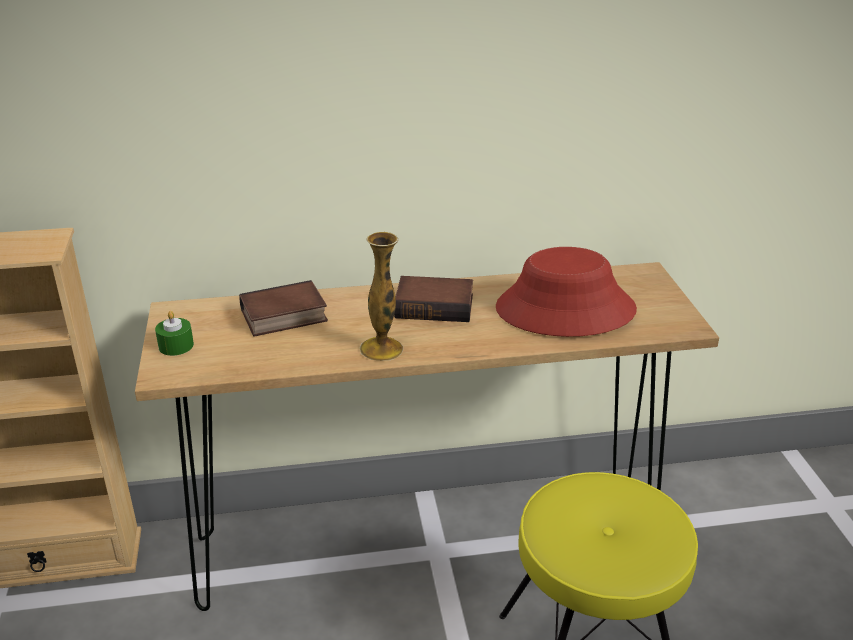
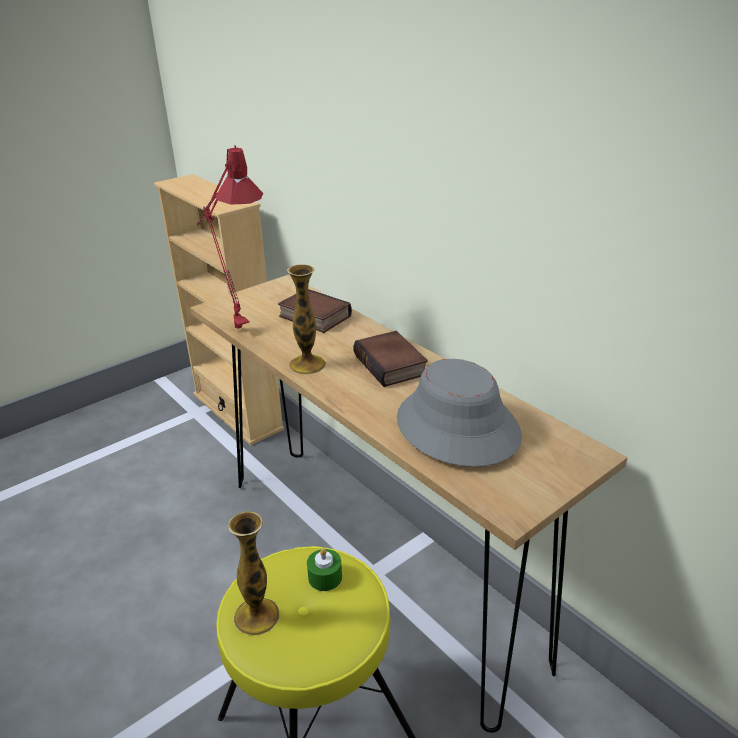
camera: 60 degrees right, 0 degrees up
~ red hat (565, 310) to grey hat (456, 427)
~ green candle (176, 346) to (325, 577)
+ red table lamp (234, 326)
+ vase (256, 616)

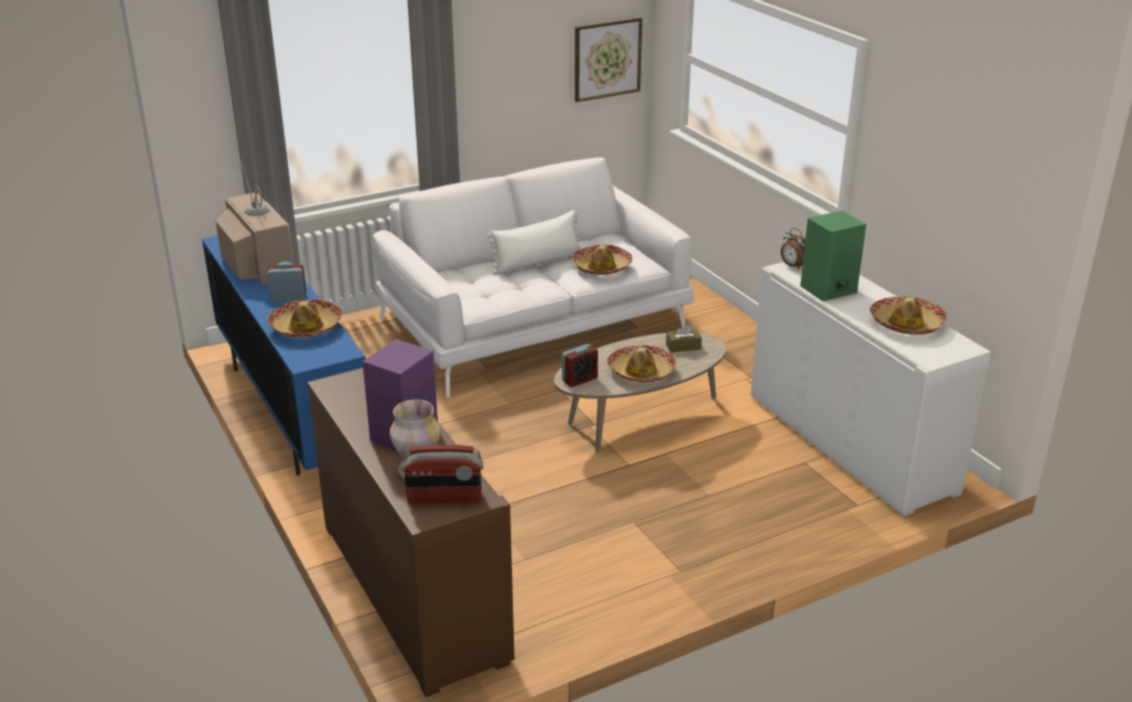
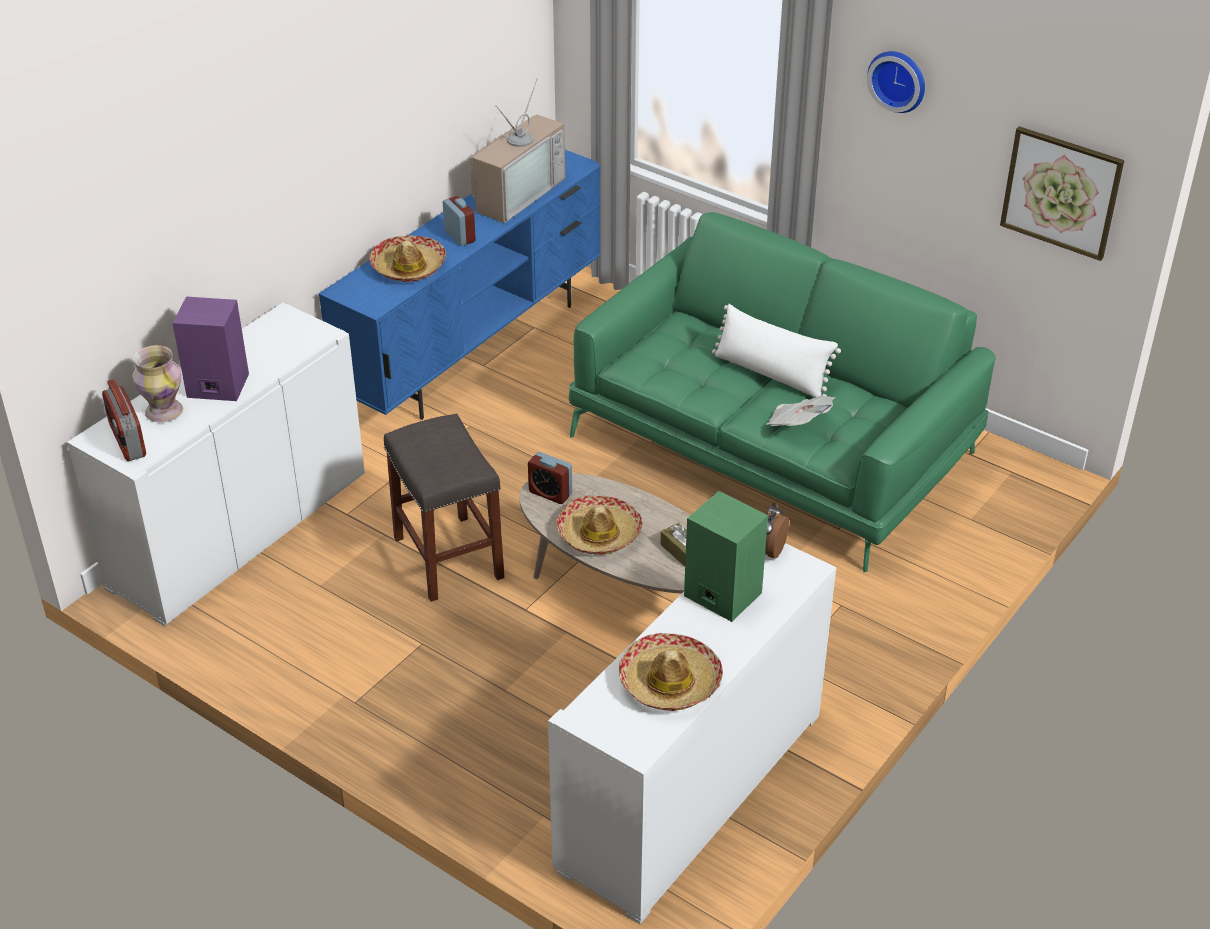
camera: 65 degrees right, 10 degrees up
~ white sofa (535, 325) to green sofa (774, 446)
~ hat (602, 267) to newspaper (798, 425)
~ brown cabinet (413, 591) to white cabinet (239, 530)
+ wall clock (899, 79)
+ grey stool (450, 558)

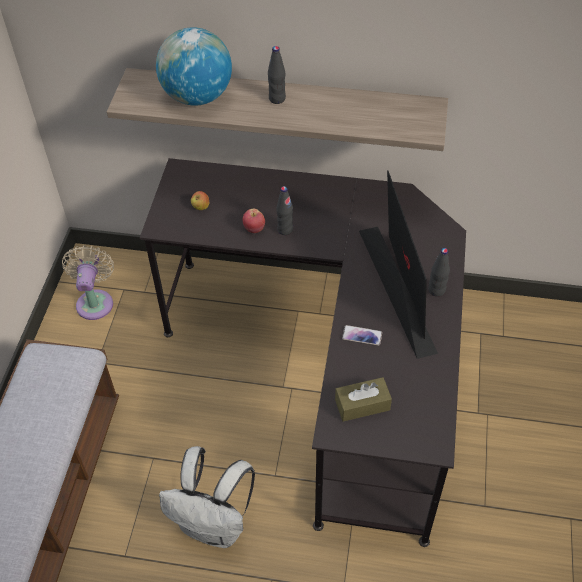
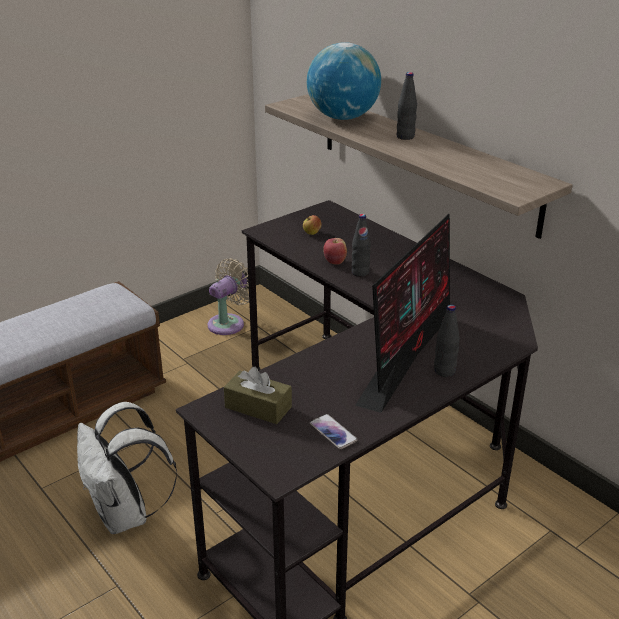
camera: 40 degrees right, 20 degrees down
~ phone (362, 336) to (333, 432)

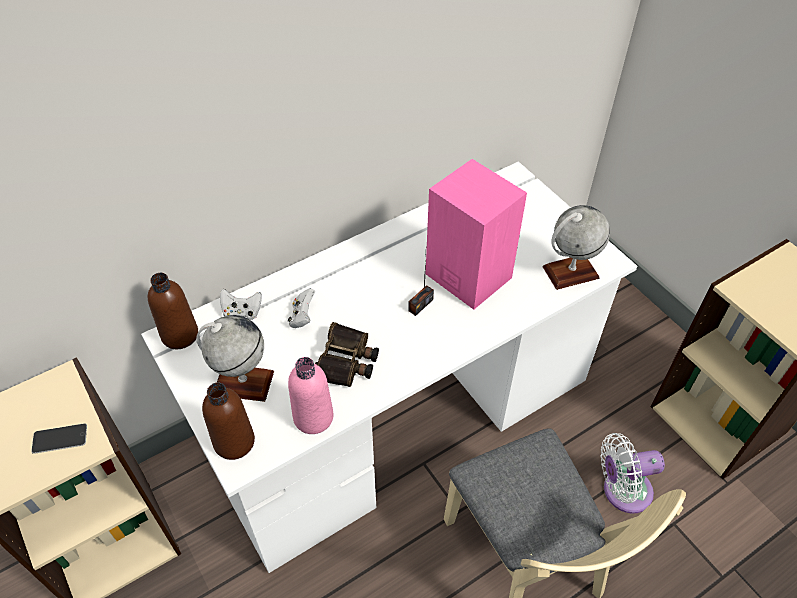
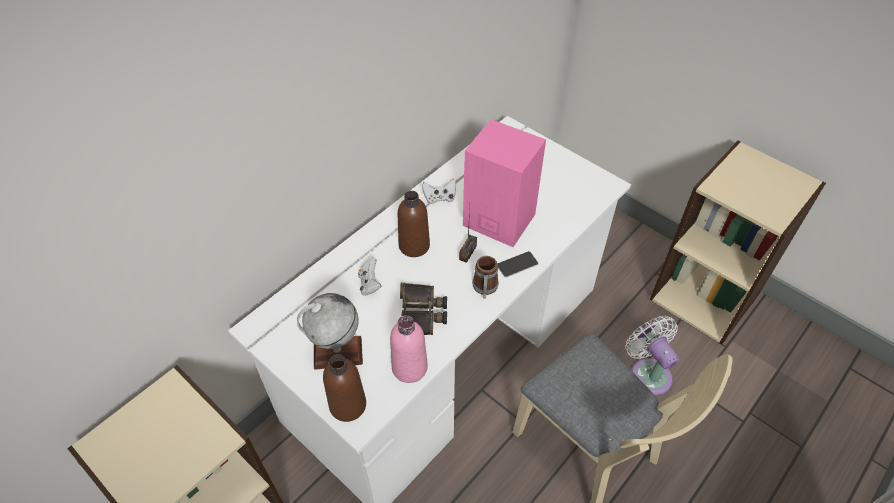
camera: 15 degrees left, 0 degrees up
- globe (570, 272)
~ brown bottle (180, 335) to (414, 246)
~ white game controller (242, 312) to (439, 198)
~ phone (59, 438) to (517, 264)
~ white fan (622, 491) = (648, 373) 90 degrees clockwise
+ mug (485, 289)

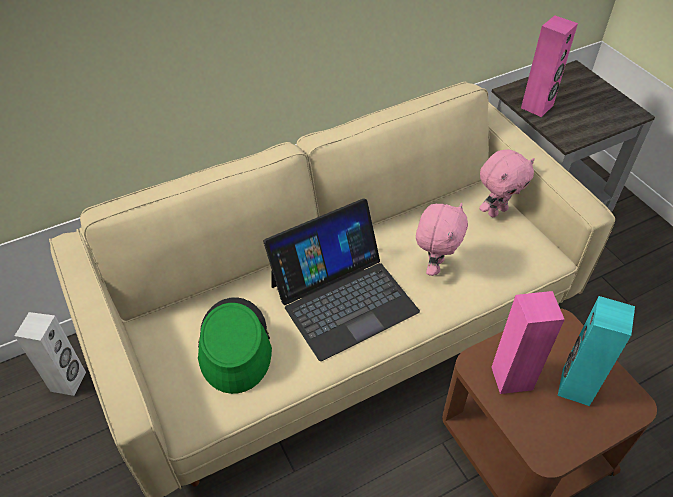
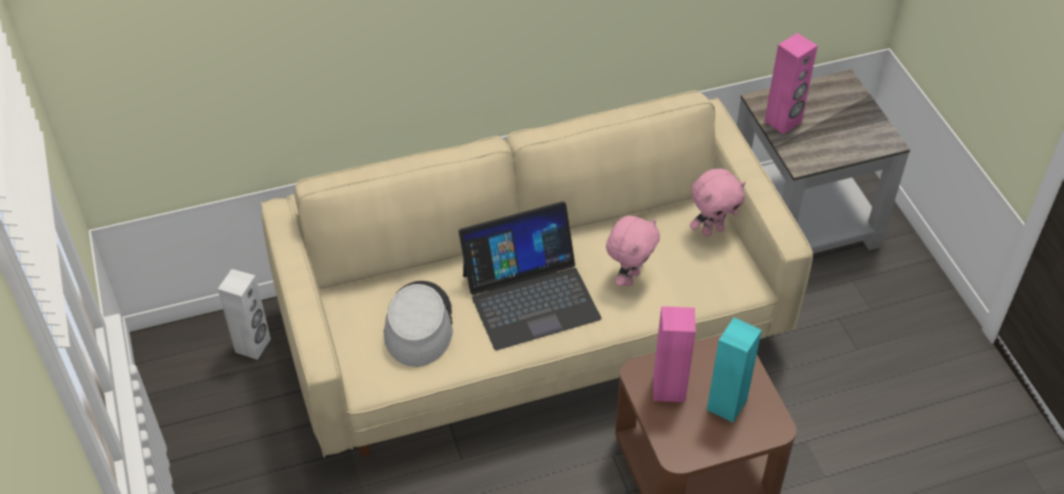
camera: 10 degrees right, 0 degrees up
~ green hat (234, 345) to grey hat (418, 325)

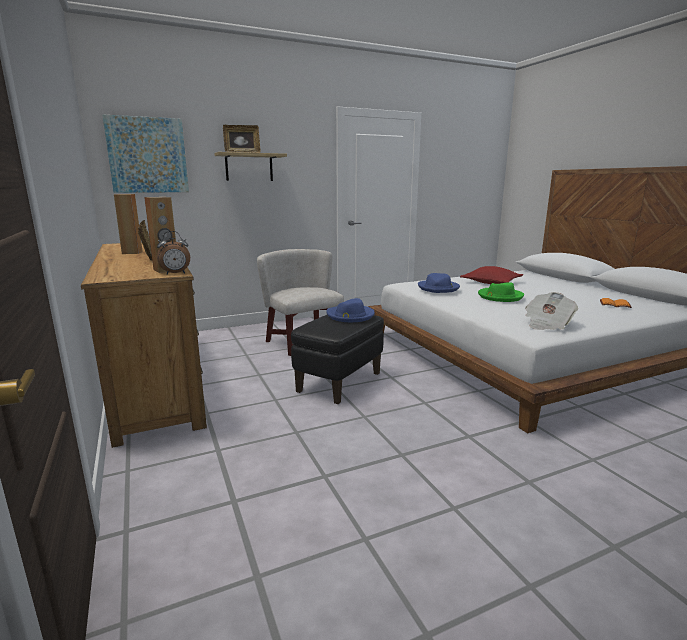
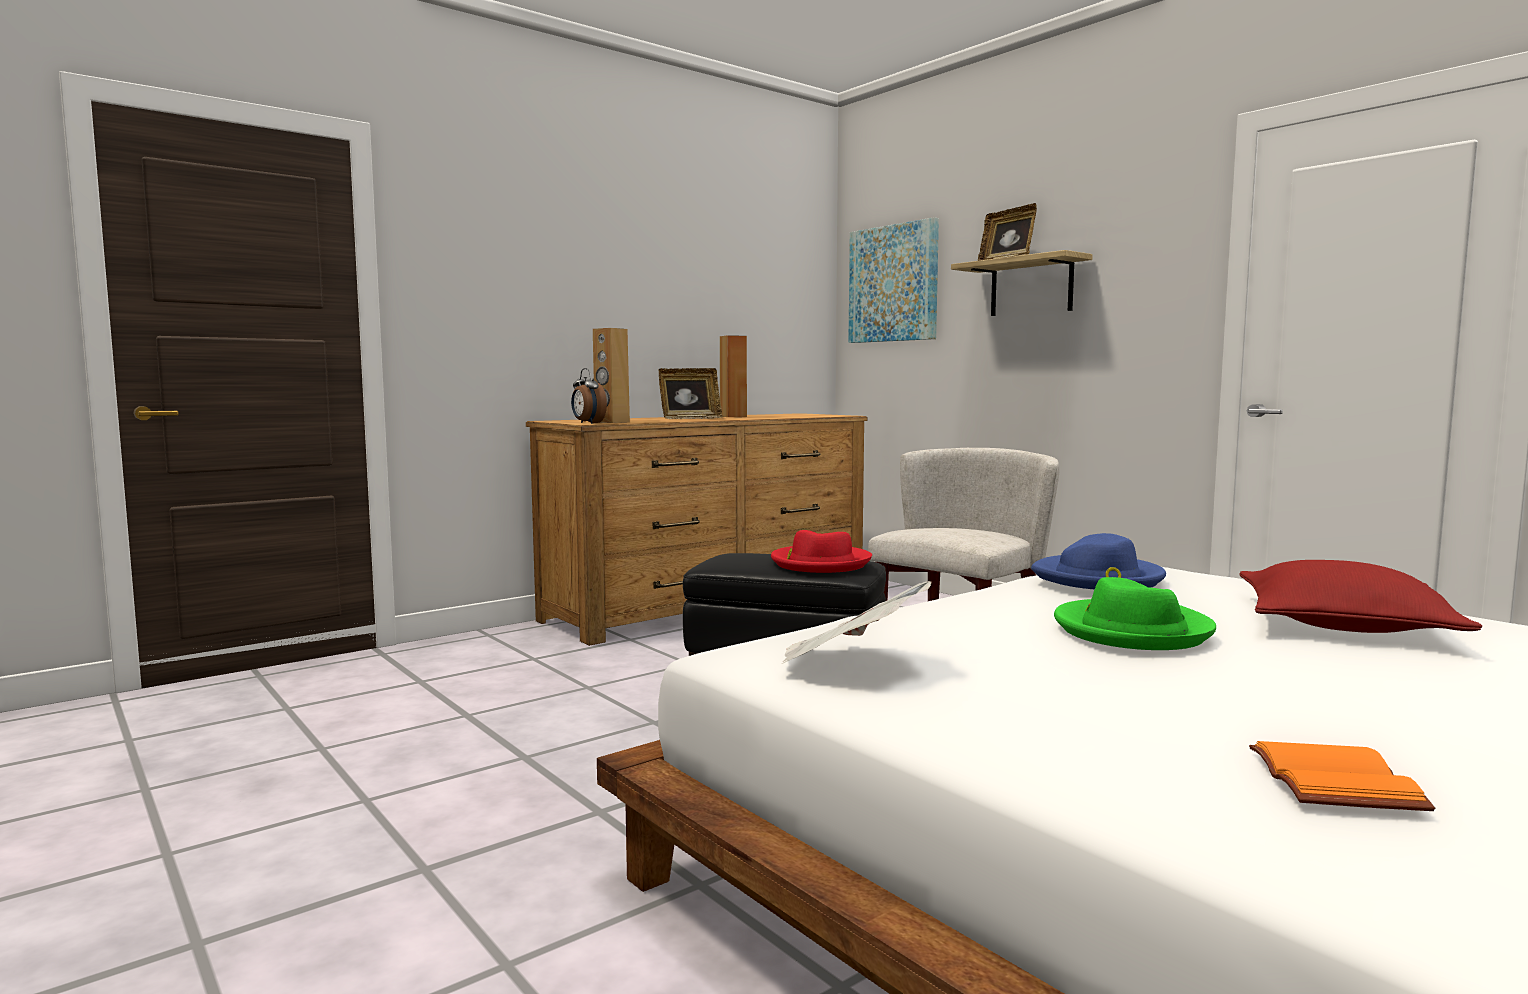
camera: 75 degrees right, 10 degrees down
~ blue hat (350, 316) to red hat (820, 563)

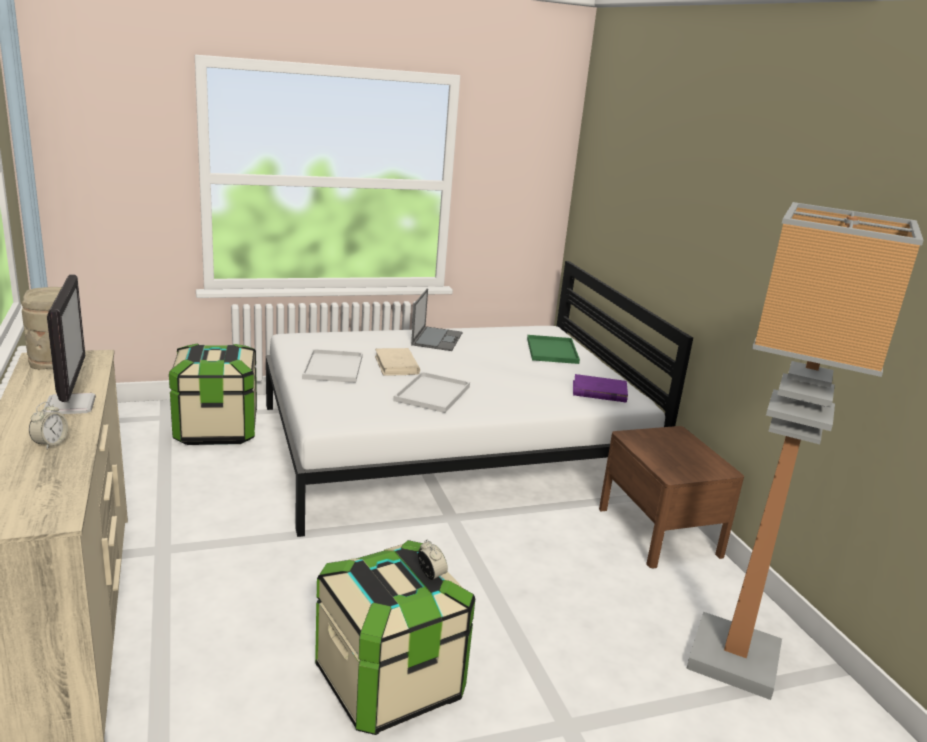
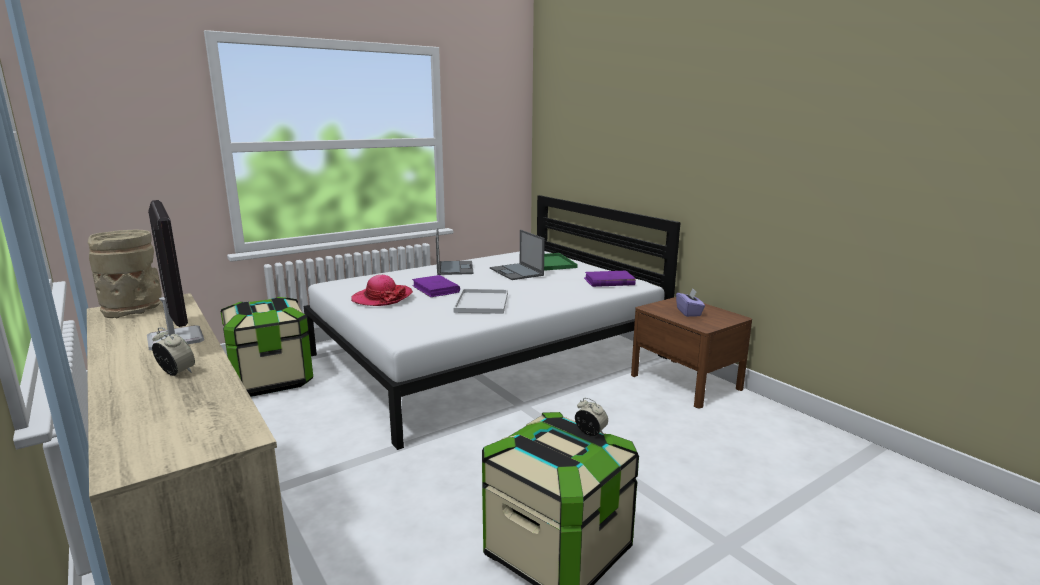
camera: 15 degrees left, 5 degrees down
- floor lamp (735, 660)
~ beige book (396, 365) to purple book (435, 289)
~ white tray (332, 367) to hat (382, 298)
~ alarm clock (50, 443) = (176, 373) 60 degrees counterclockwise
+ laptop (517, 272)
+ purple tissue box (689, 312)

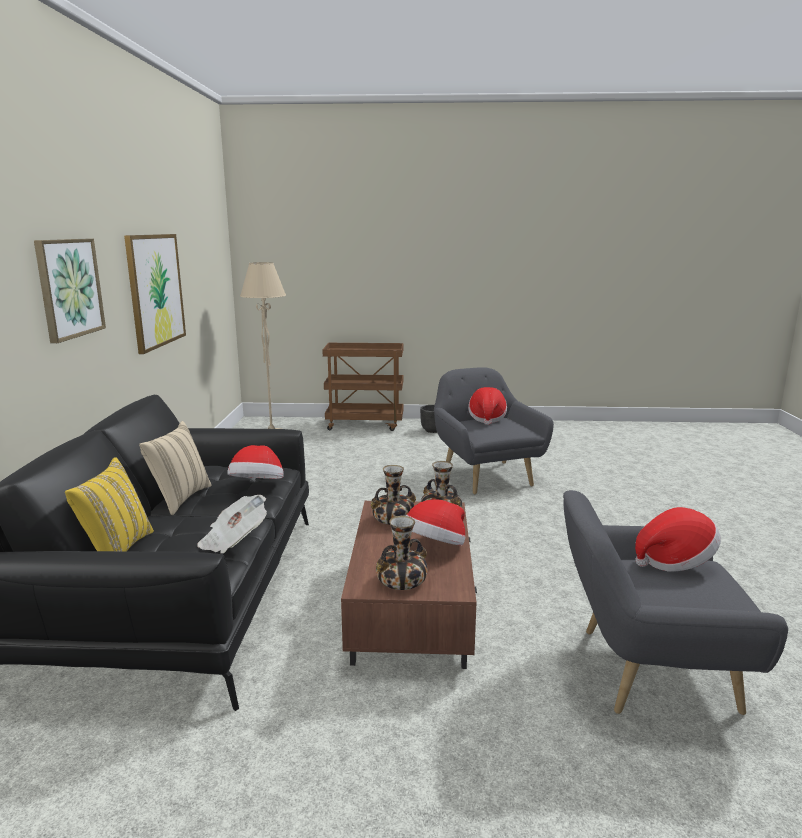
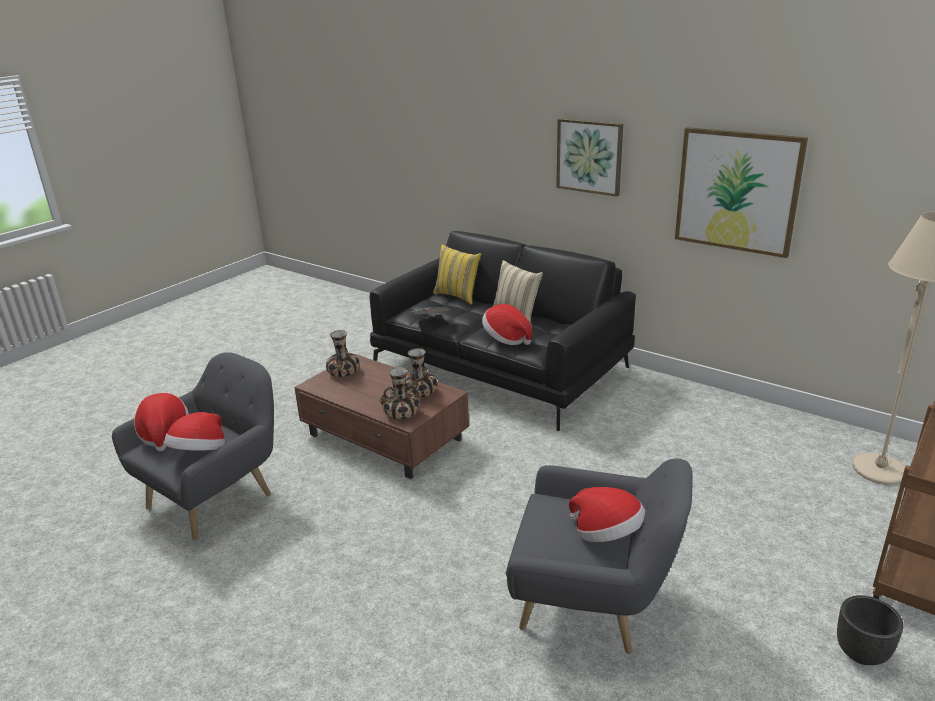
camera: 125 degrees right, 10 degrees up
~ hat (435, 547) to (164, 435)

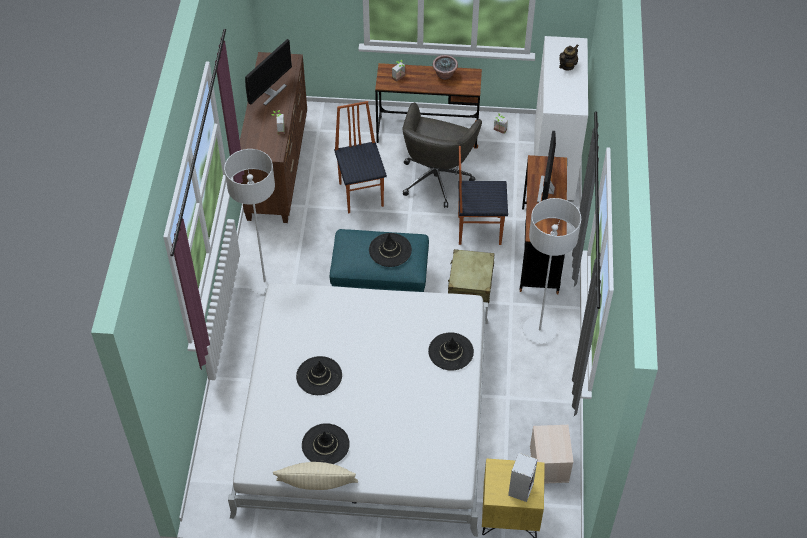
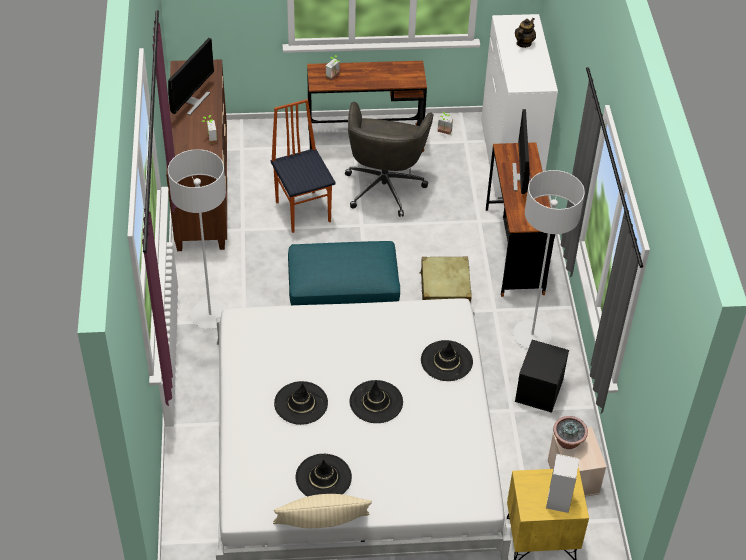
camera: 10 degrees left, 5 degrees down
~ potted plant (444, 75) to (568, 442)
- chair (478, 229)
~ black hat (390, 250) to (376, 402)
+ black storage box (539, 390)

